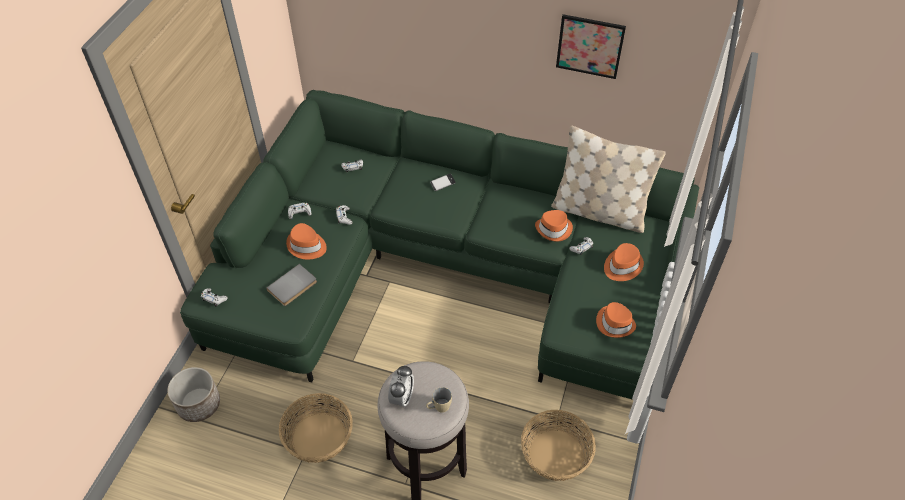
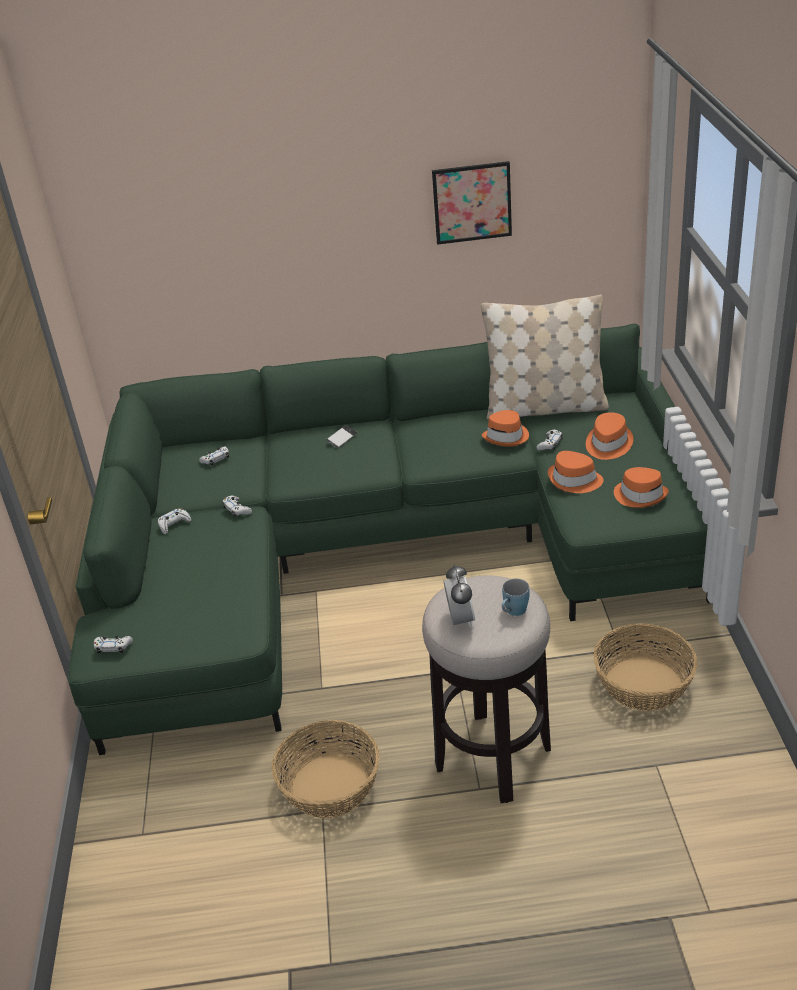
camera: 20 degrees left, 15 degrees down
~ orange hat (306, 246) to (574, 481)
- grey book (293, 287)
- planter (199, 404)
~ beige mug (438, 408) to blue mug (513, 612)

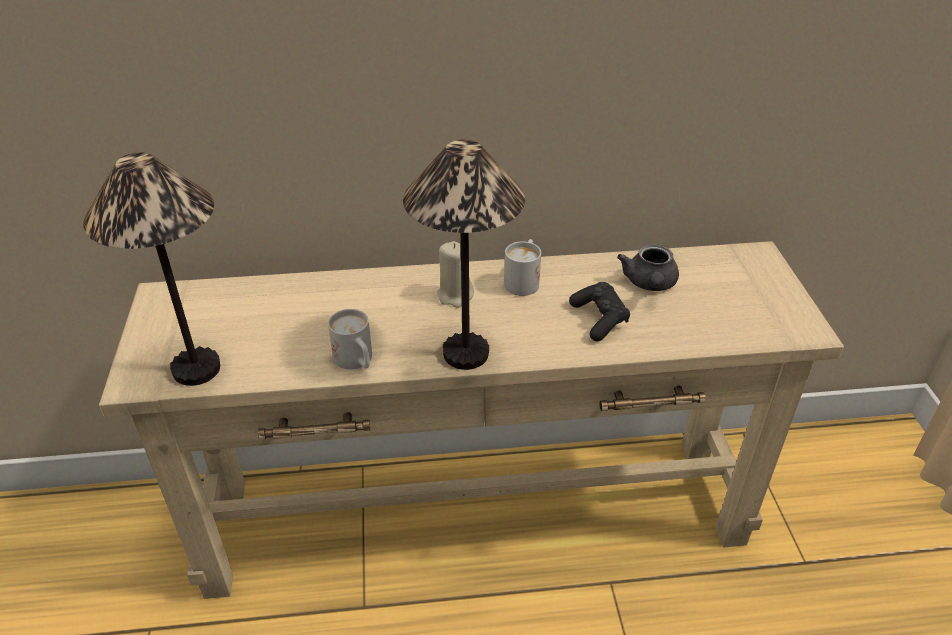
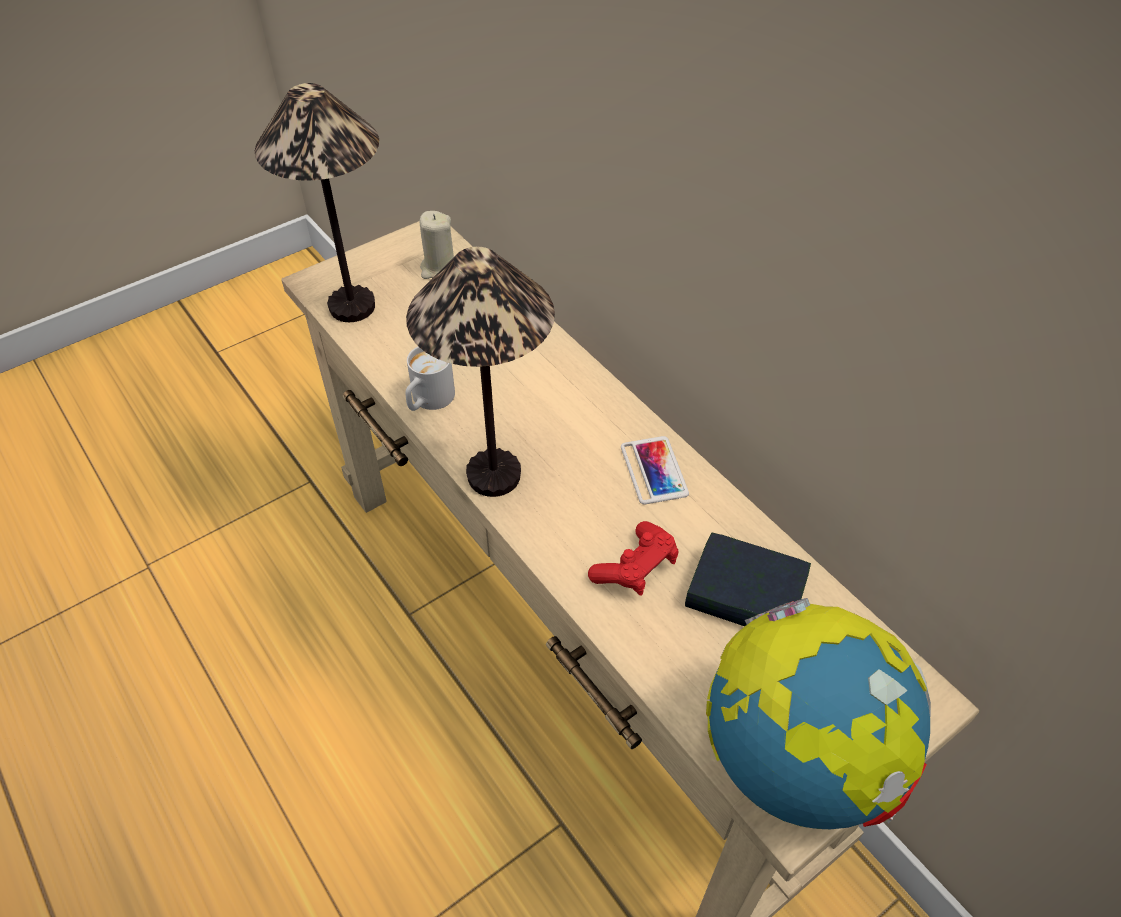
camera: 60 degrees right, 10 degrees up
~ white mug (523, 280) to phone (654, 470)
~ beige candle (455, 295) to (439, 269)
~ grey teapot (649, 284) to book (745, 594)
~ black game controller (599, 319) to red game controller (636, 568)
+ globe (797, 760)

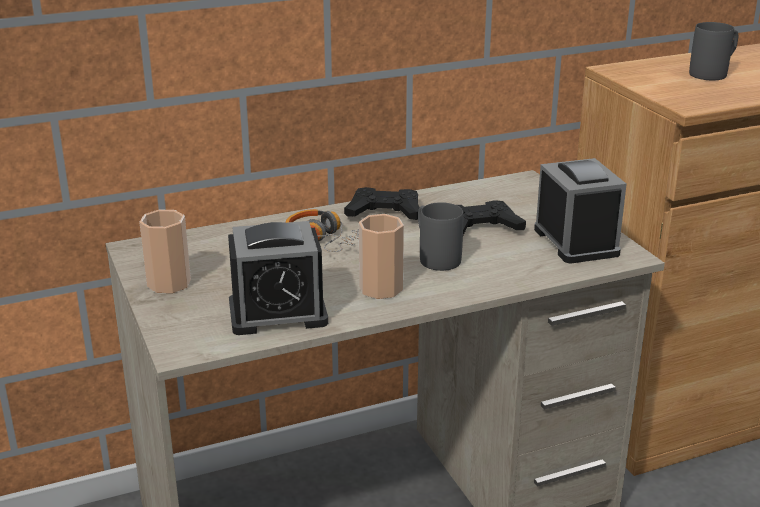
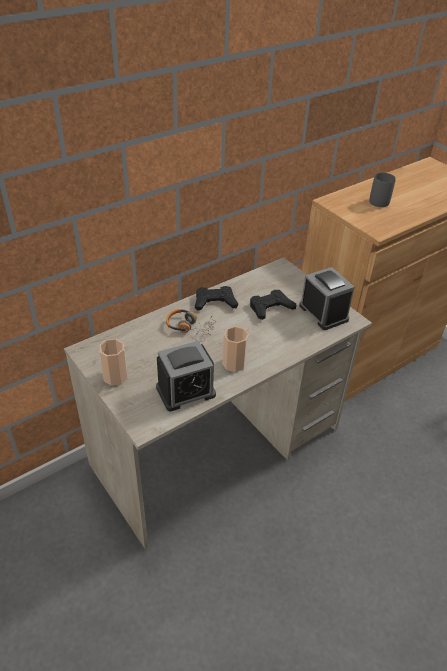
camera: 15 degrees left, 15 degrees up
- grey mug (435, 257)

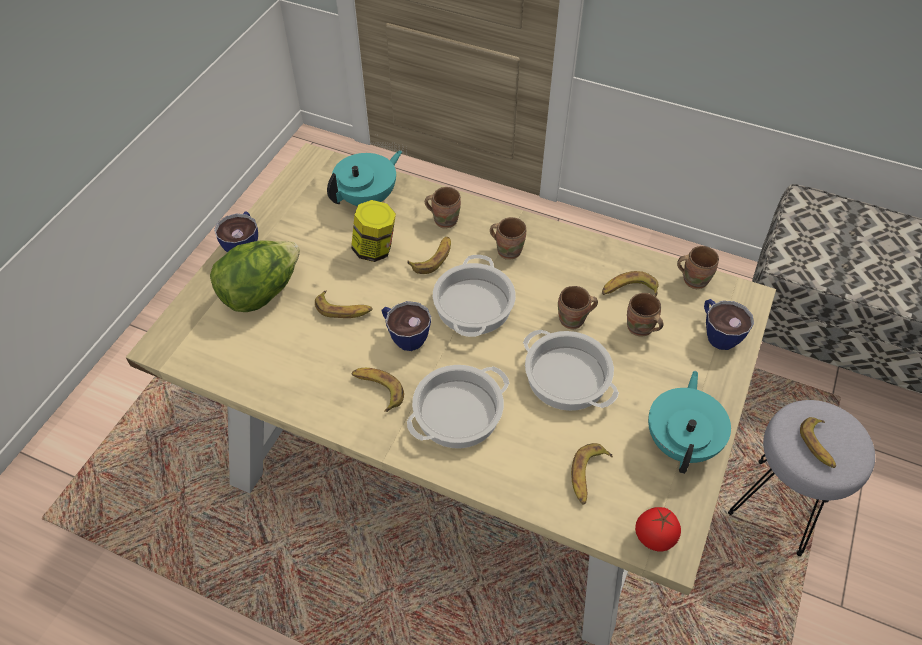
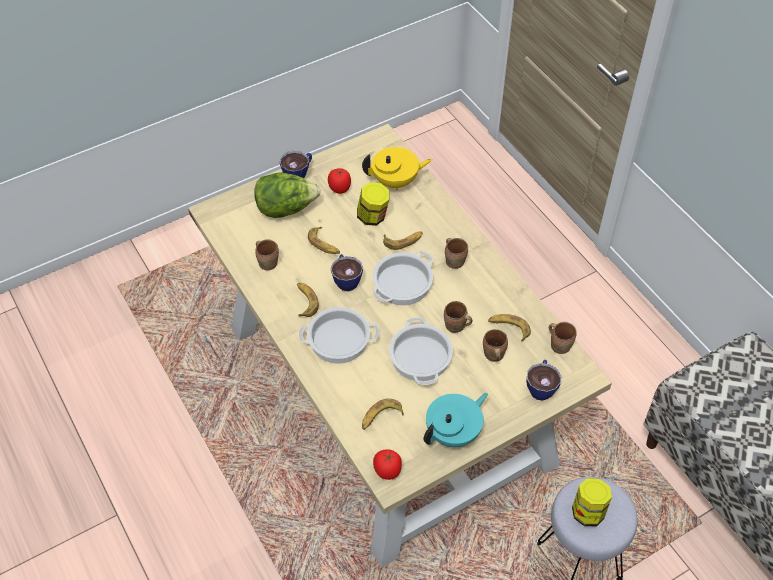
camera: 35 degrees right, 0 degrees up
~ turquoise teapot (368, 198) to yellow teapot (396, 181)
~ brown mug (444, 219) to (268, 262)
~ banana (818, 445) to jar (588, 512)
+ tomato (339, 189)

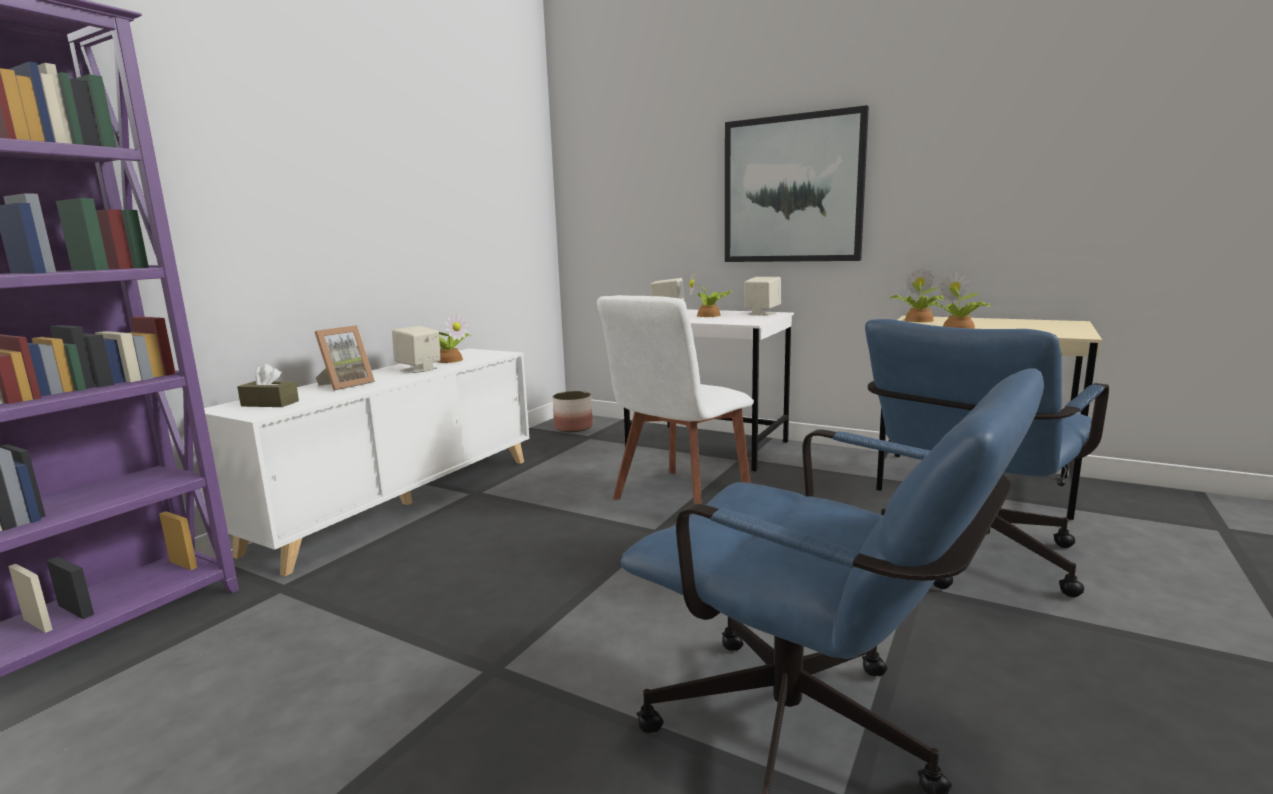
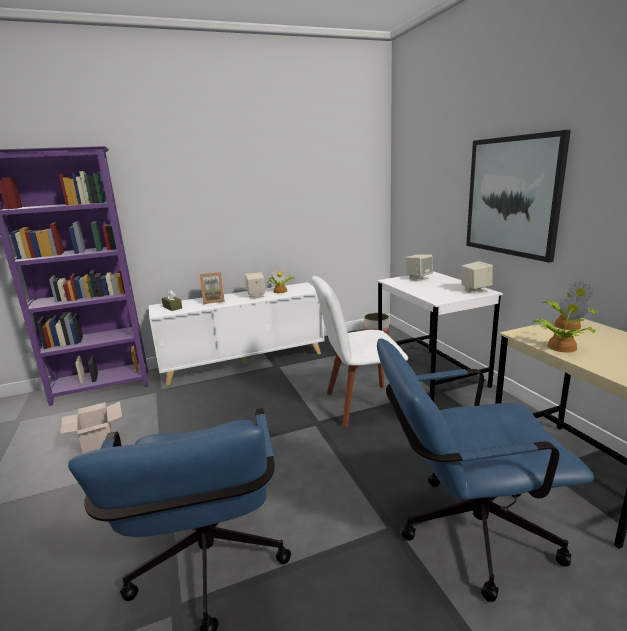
camera: 40 degrees right, 5 degrees up
- potted plant (710, 315)
+ cardboard box (98, 444)

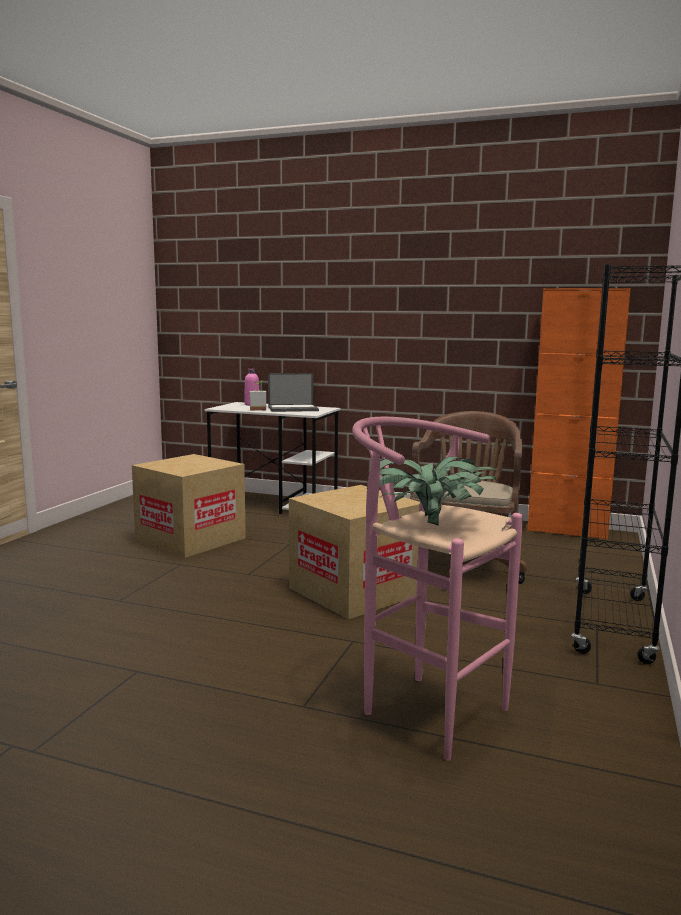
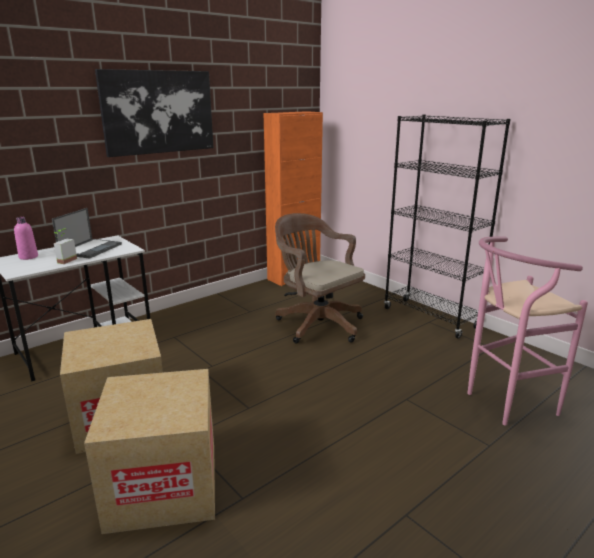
camera: 60 degrees left, 10 degrees up
- potted plant (428, 524)
~ cardboard box (354, 591) to (163, 485)
+ picture (158, 112)

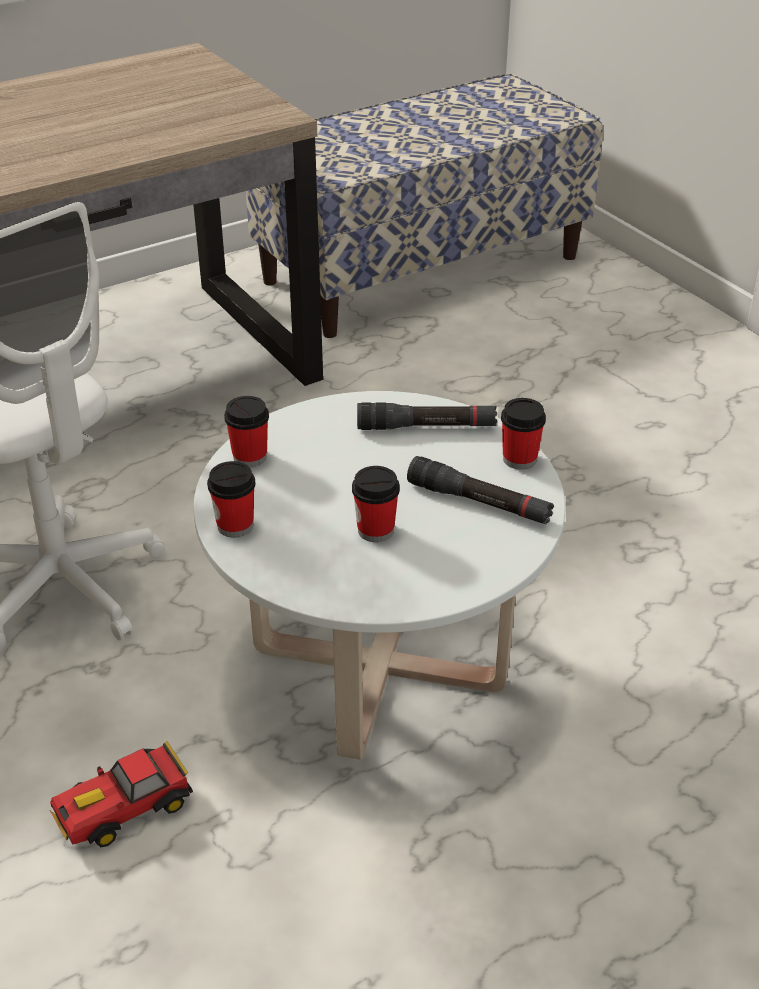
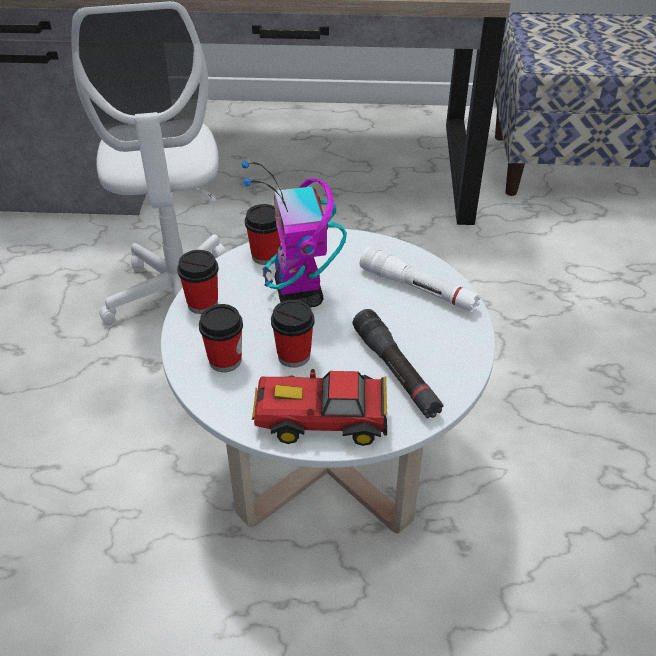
camera: 35 degrees right, 5 degrees up
~ cup (519, 459) to (225, 360)
~ black flashlight (426, 427) to white flashlight (418, 289)
~ toy car (123, 809) to (320, 420)
+ toy robot (299, 294)

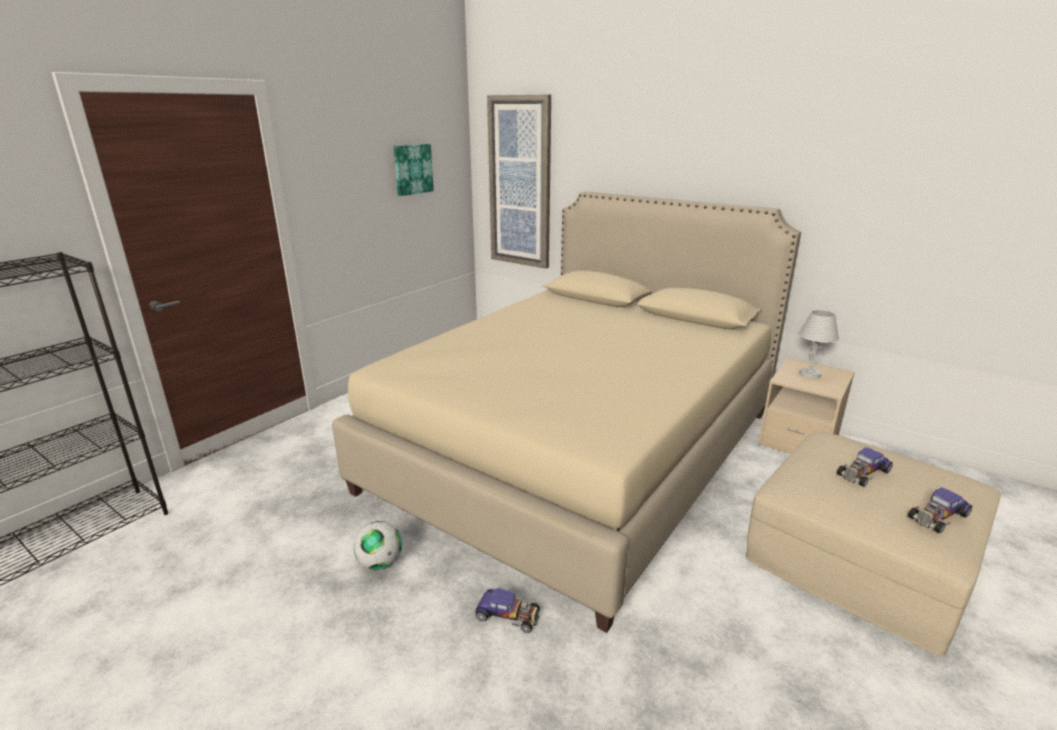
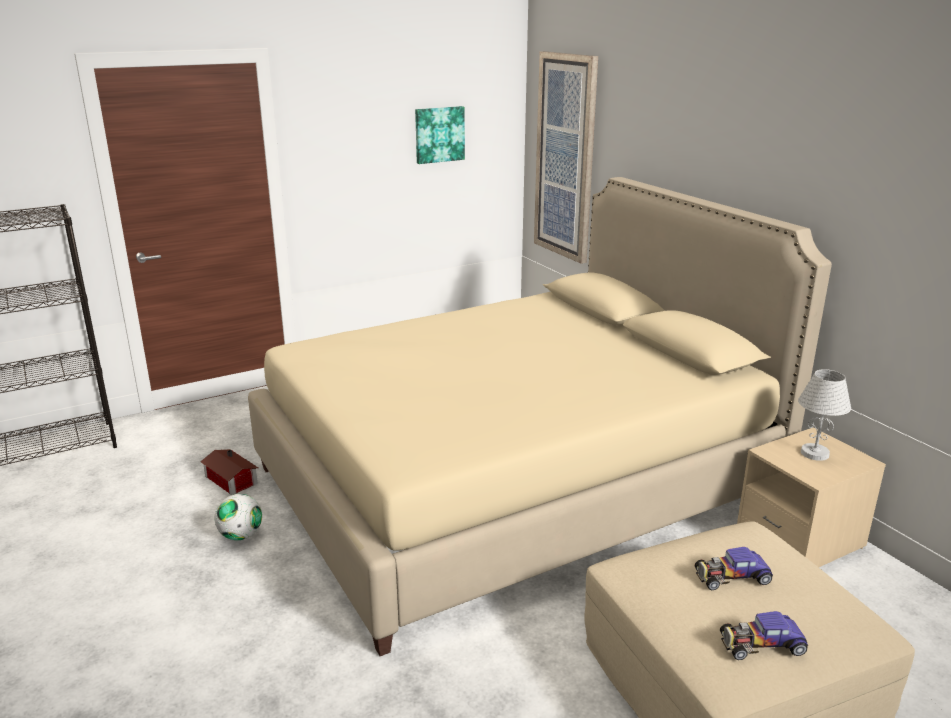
camera: 25 degrees right, 0 degrees up
- toy car (508, 615)
+ toy house (230, 481)

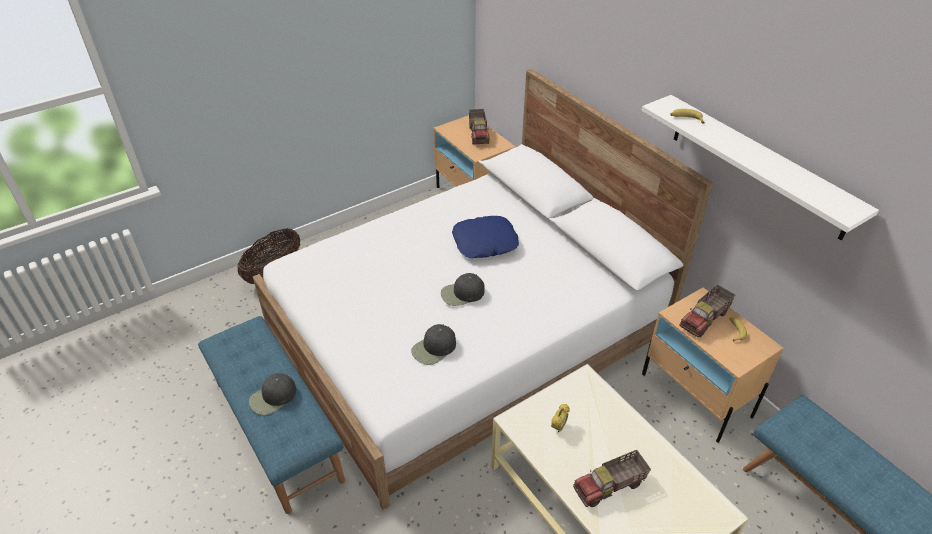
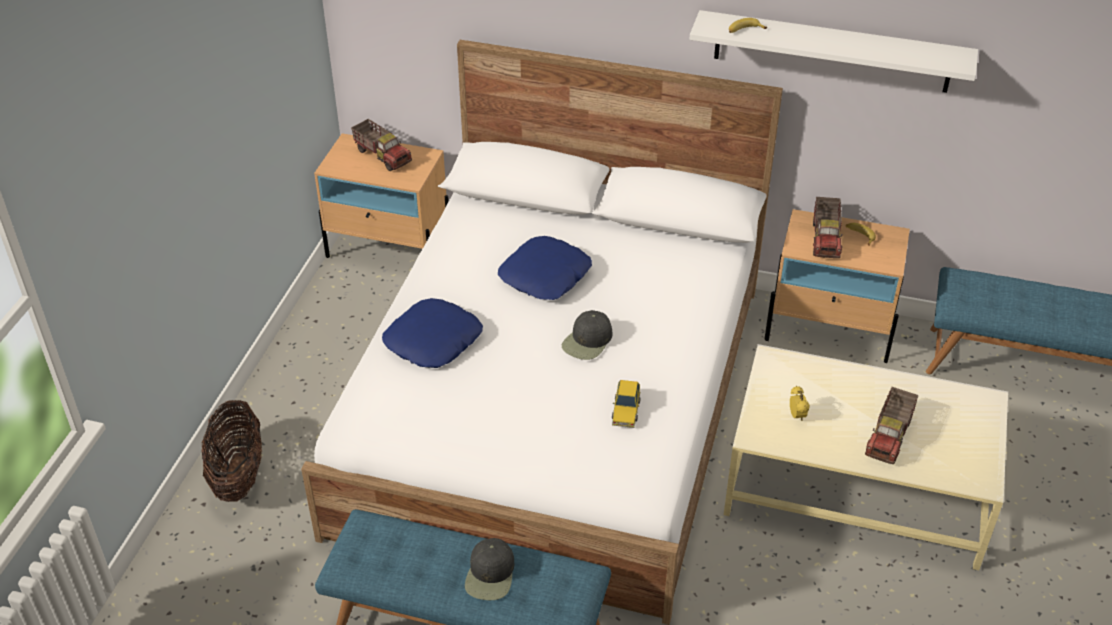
camera: 40 degrees left, 0 degrees up
~ black cap (434, 348) to toy car (625, 410)
+ blue pillow (432, 340)

